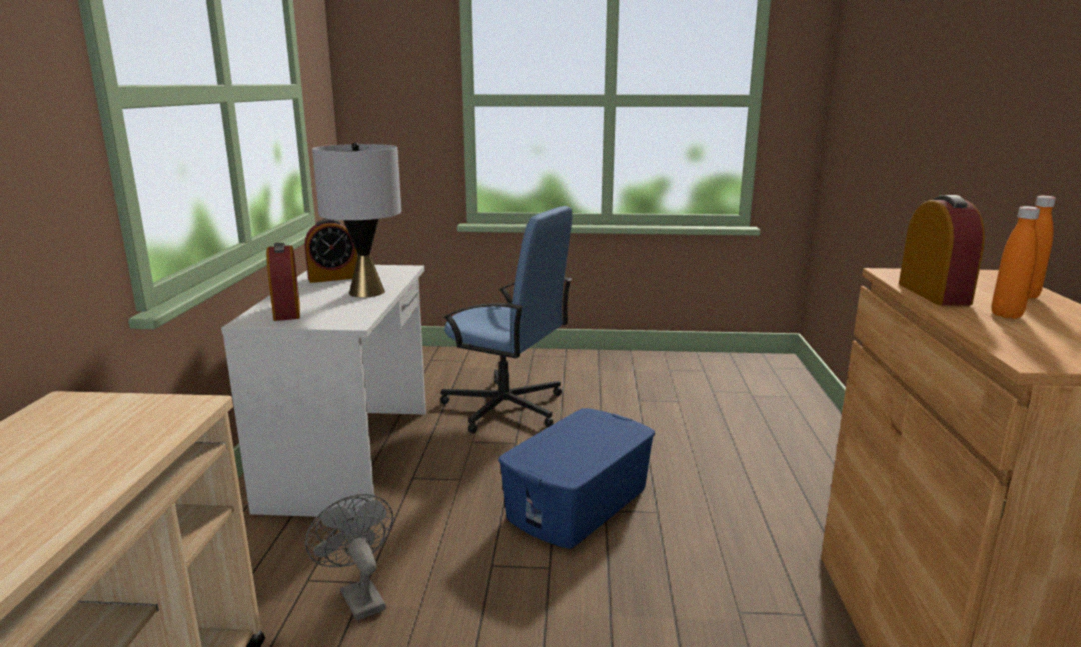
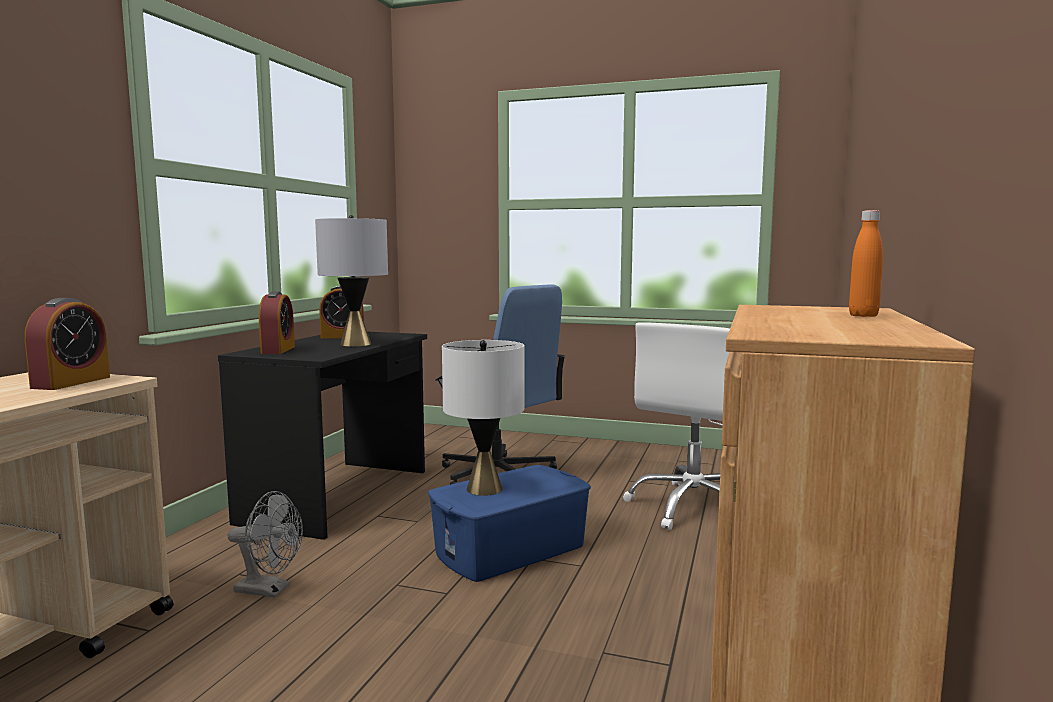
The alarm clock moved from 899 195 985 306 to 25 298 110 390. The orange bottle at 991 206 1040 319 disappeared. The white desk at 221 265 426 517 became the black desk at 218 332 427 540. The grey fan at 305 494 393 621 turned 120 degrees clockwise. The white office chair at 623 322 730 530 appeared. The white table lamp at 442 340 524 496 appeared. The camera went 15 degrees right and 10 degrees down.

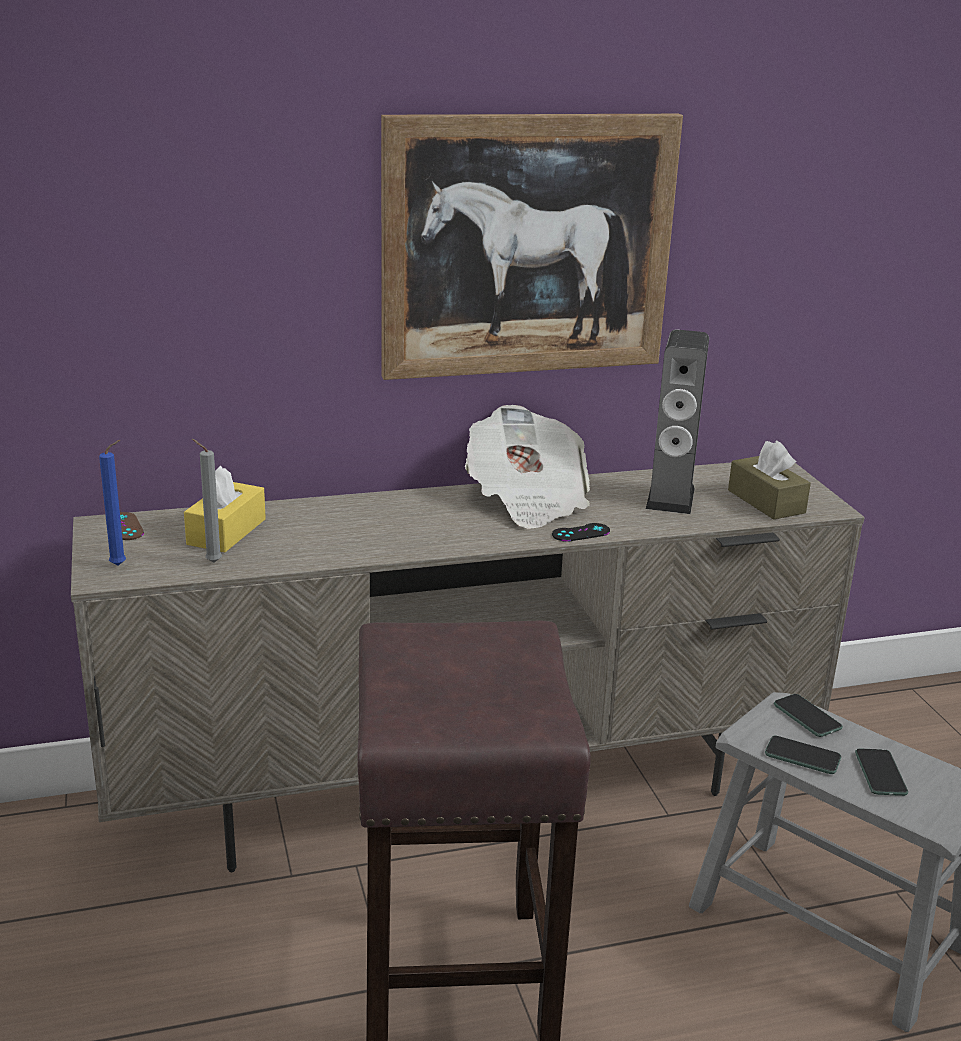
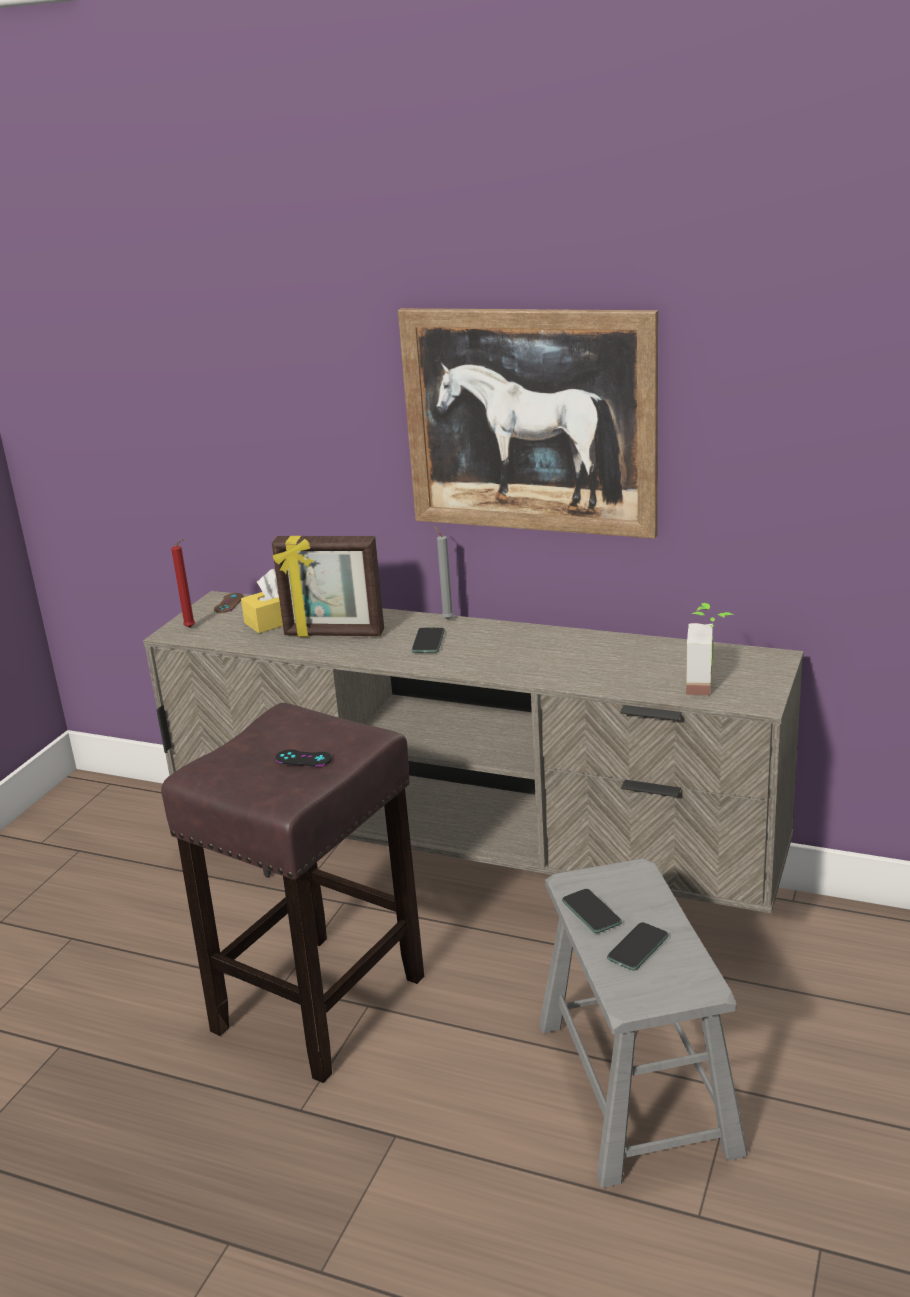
The speaker at 646 329 709 514 disappeared. The newspaper at 465 405 590 529 disappeared. The grey candle moved from 192 439 222 562 to 434 526 454 619. The blue candle at 99 440 126 566 became the red candle at 171 538 195 628. The brown tissue box at 728 441 811 520 was replaced by the potted plant at 686 603 733 695. The black game controller moved from 552 523 610 542 to 275 749 332 767. The phone moved from 774 694 843 737 to 412 627 445 653. The picture frame at 272 536 384 637 appeared. The camera went 40 degrees right and 0 degrees up.

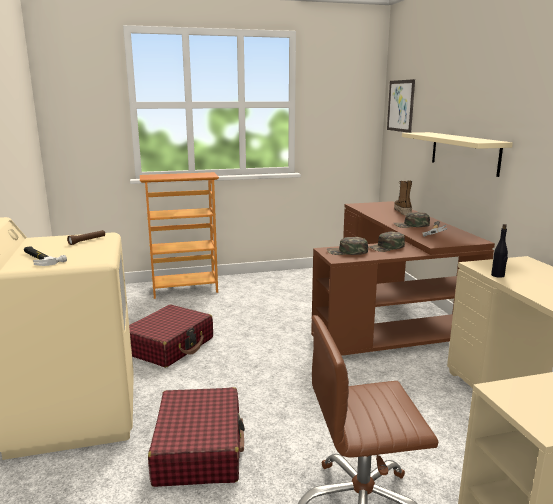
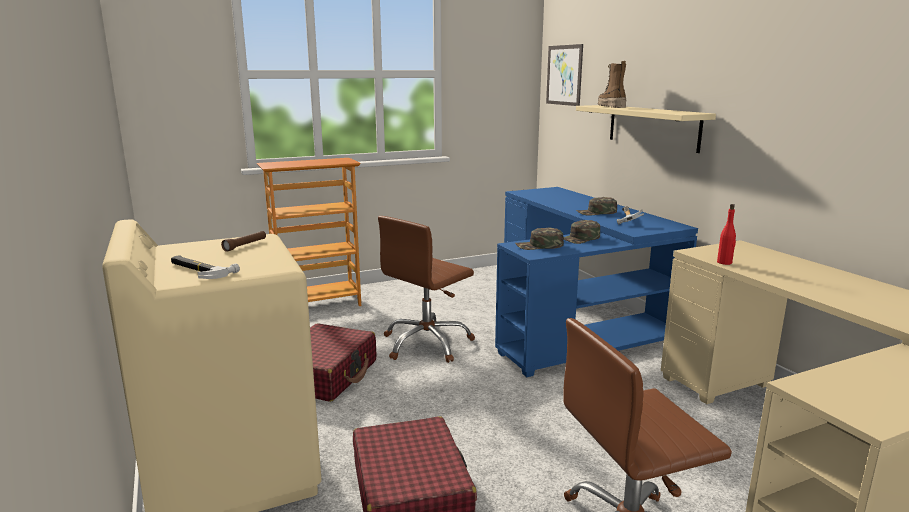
The boot moved from 394 180 412 215 to 598 61 626 108. The brown desk at 311 201 495 356 became the blue desk at 495 187 698 377. The black bottle at 491 224 508 278 became the red bottle at 717 204 736 265. The brown office chair at 378 216 475 363 appeared. The camera went 10 degrees left and 0 degrees up.

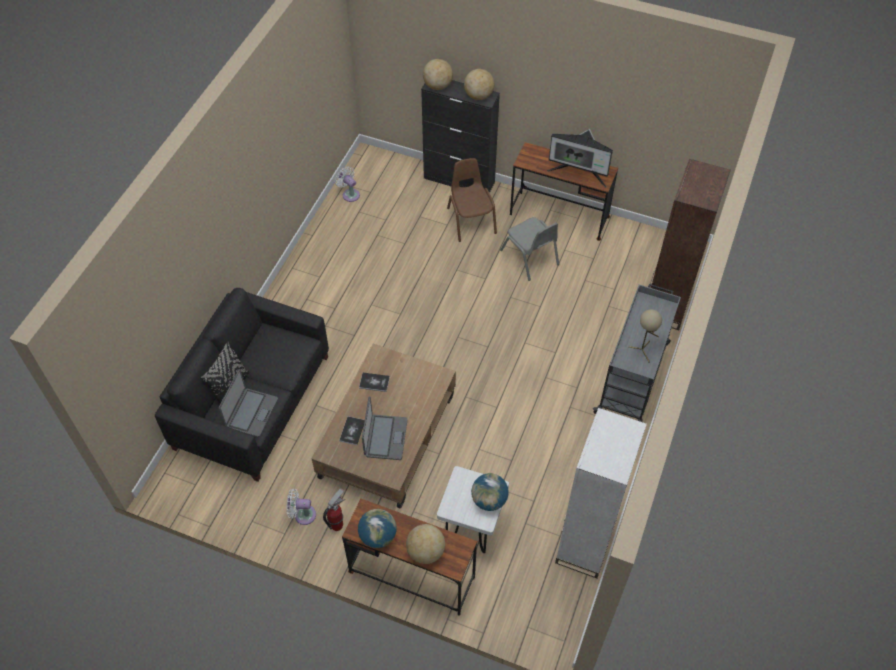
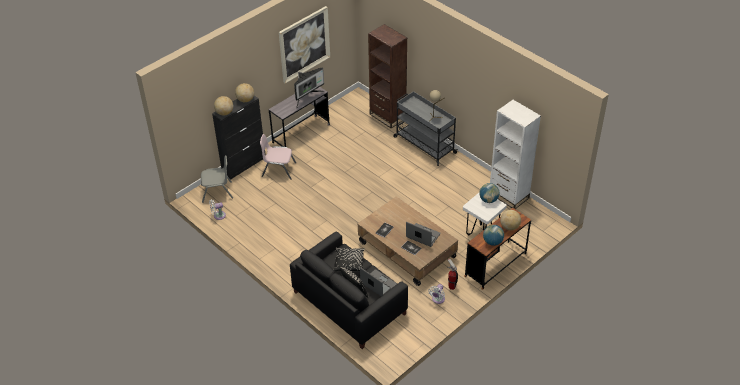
The brown desk at 510 142 618 241 became the grey desk at 269 87 330 147. The brown chair at 447 158 497 242 became the pink chair at 260 134 296 180. The grey chair moved from 500 217 559 281 to 201 155 233 203. The picture at 279 6 330 84 appeared. The black pillow at 333 248 365 271 appeared. The camera went 65 degrees left and 10 degrees down.

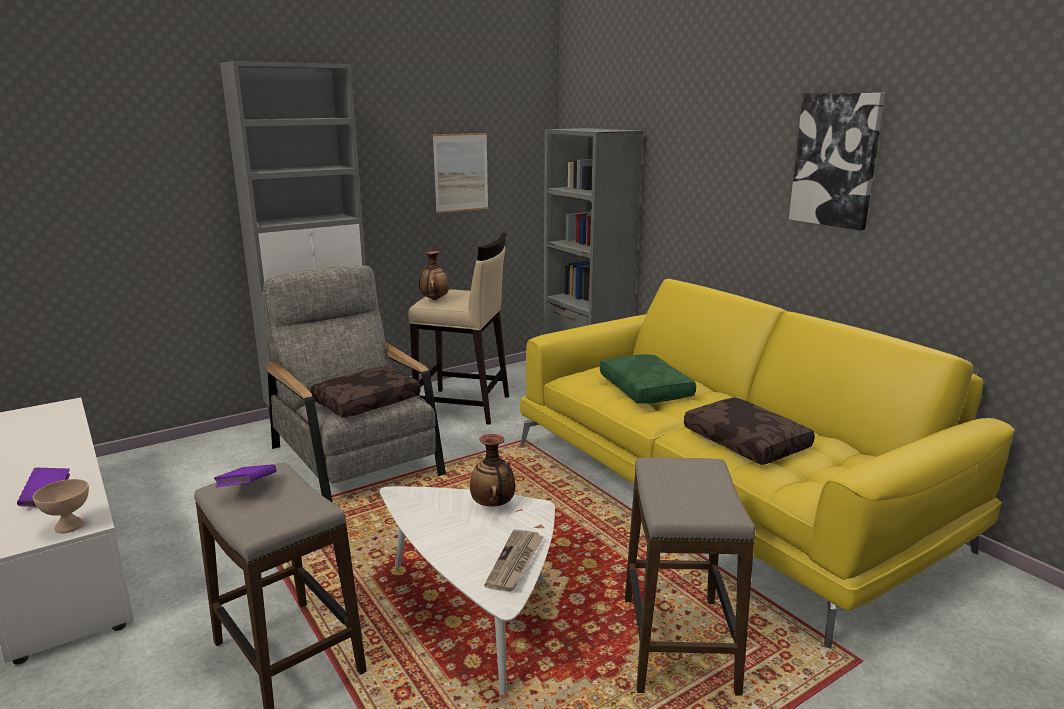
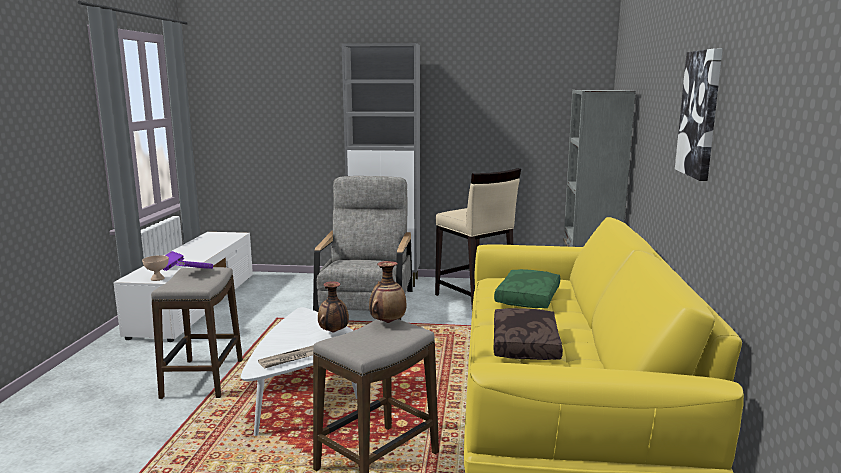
The picture at 433 133 488 213 disappeared. The vase moved from 419 251 449 300 to 369 261 407 323. The brown pillow at 311 366 421 418 disappeared. The camera went 40 degrees right and 5 degrees down.

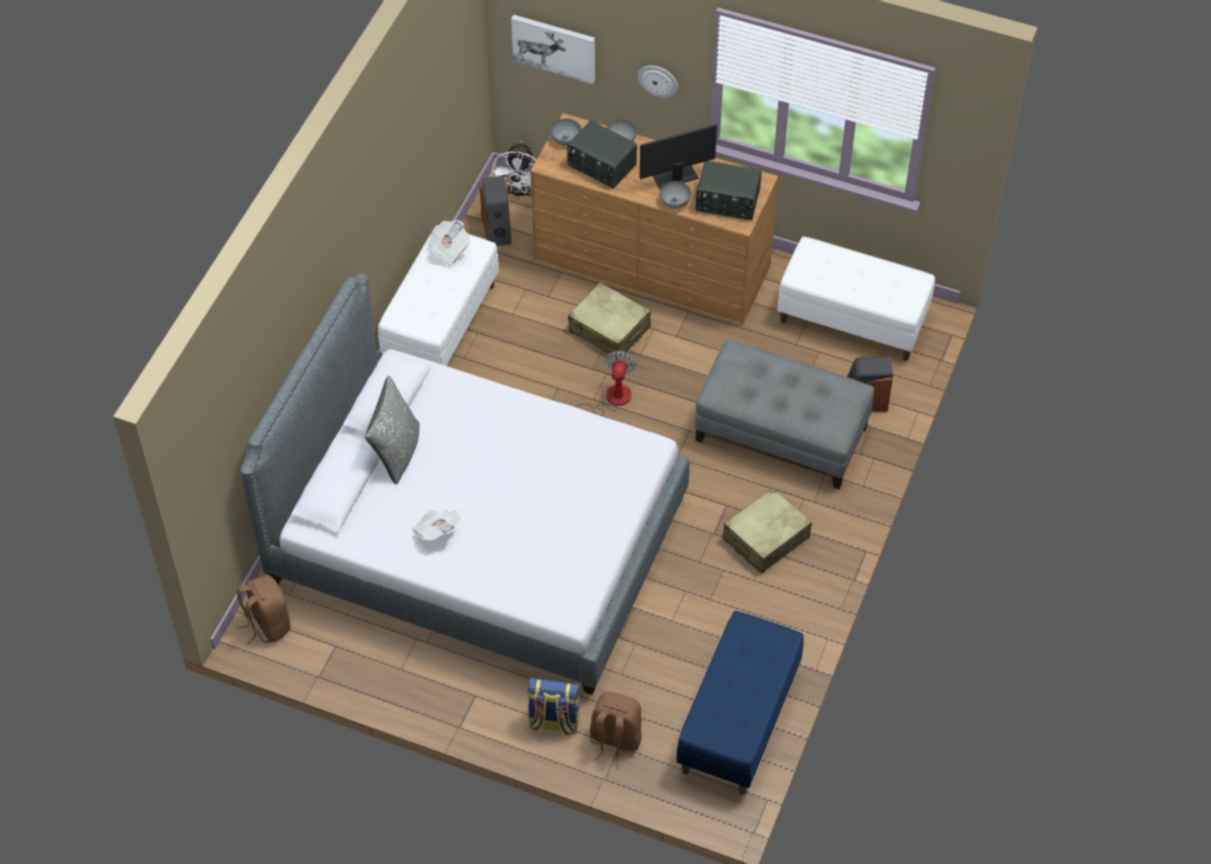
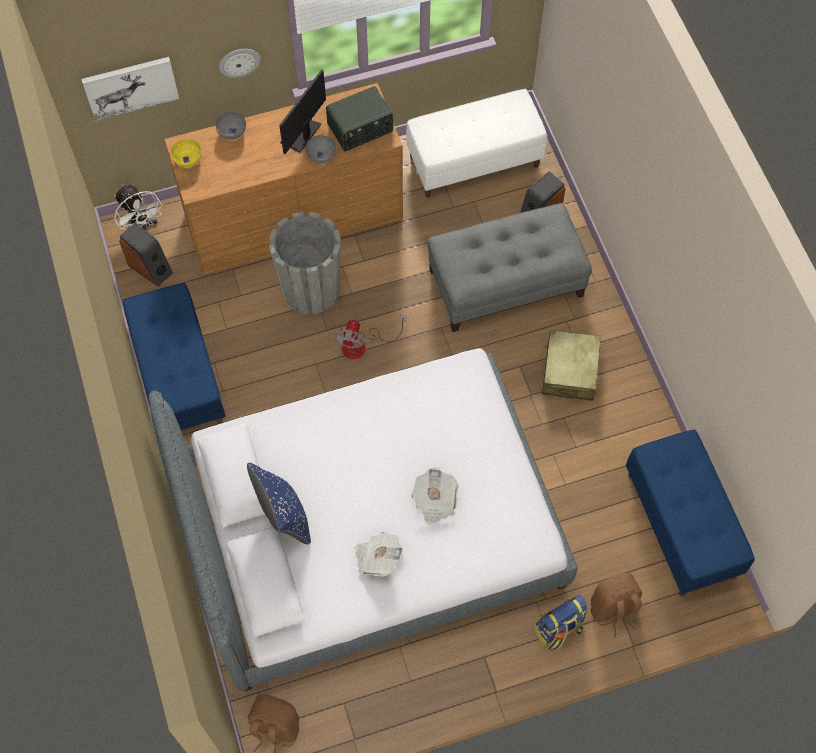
The grey bowl at 550 119 581 146 became the yellow bowl at 171 139 202 168. The radio at 567 120 637 188 disappeared. The newspaper moved from 426 220 470 267 to 412 467 459 524. The white bench at 378 225 499 366 became the blue bench at 123 283 226 430. The beige suitcase at 568 283 651 357 was replaced by the grey planter at 269 211 341 315. The fan at 570 351 637 416 turned 135 degrees counterclockwise. The grey pillow at 365 376 420 484 became the blue pillow at 247 462 311 544. The camera went 40 degrees left and 10 degrees up.

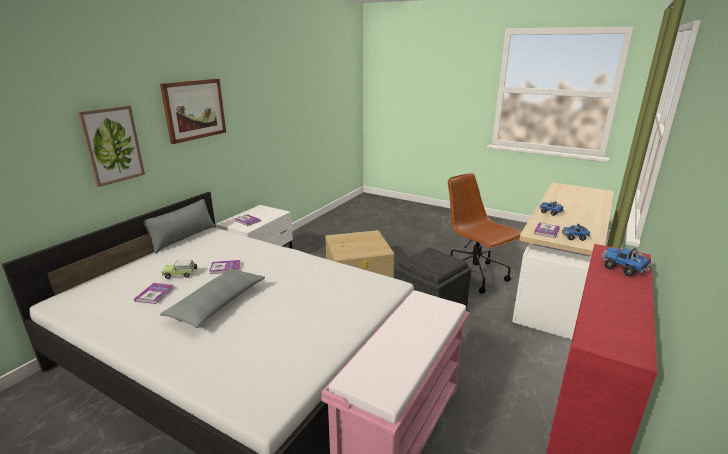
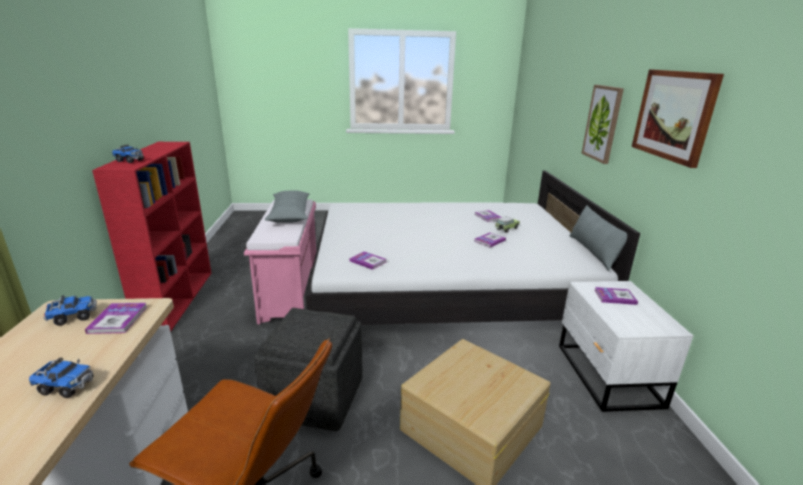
The grey pillow moved from 160 268 265 328 to 265 190 309 222. The book at 349 251 386 270 appeared. The camera went 145 degrees right and 0 degrees up.

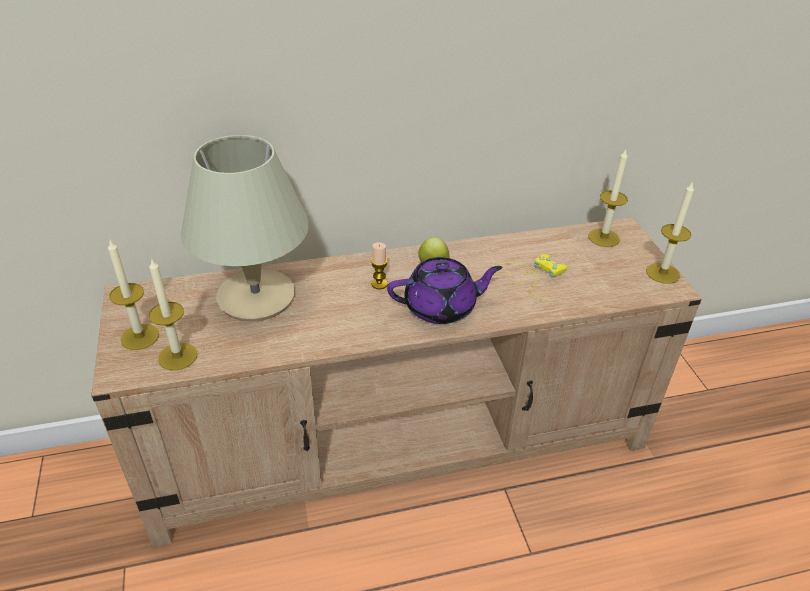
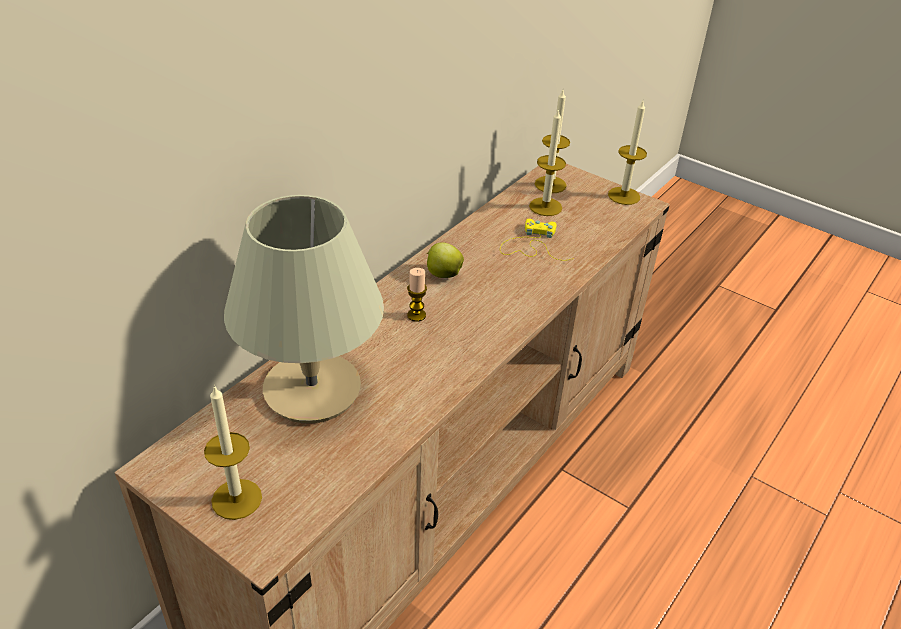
The candle moved from 149 257 197 371 to 529 108 566 216. The purple teapot at 387 257 503 324 disappeared. The camera went 40 degrees left and 0 degrees up.

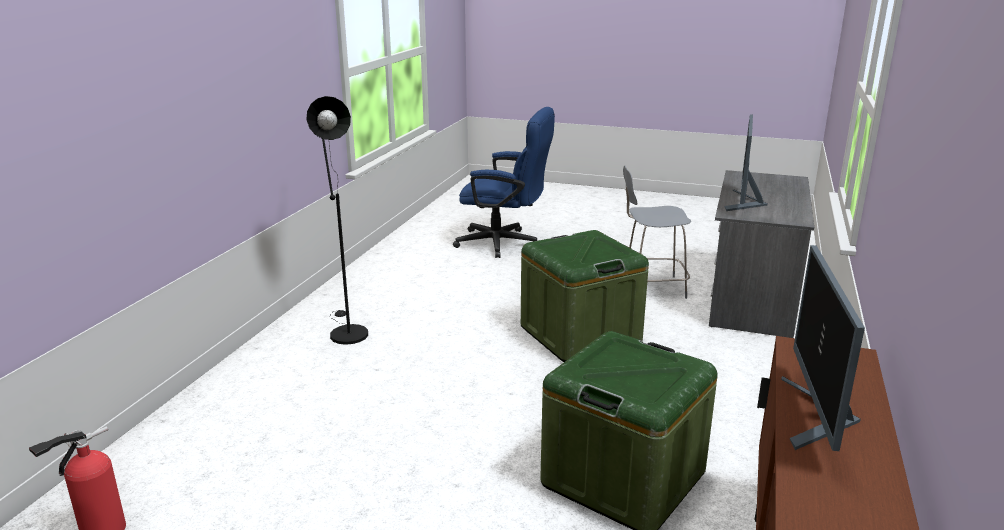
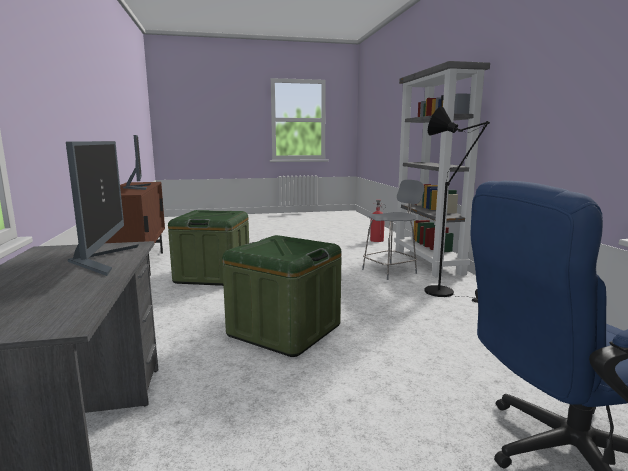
The grey chair moved from 623 166 691 299 to 362 180 424 280. The grey bookcase at 394 61 490 277 appeared. The camera went 150 degrees right and 10 degrees down.

